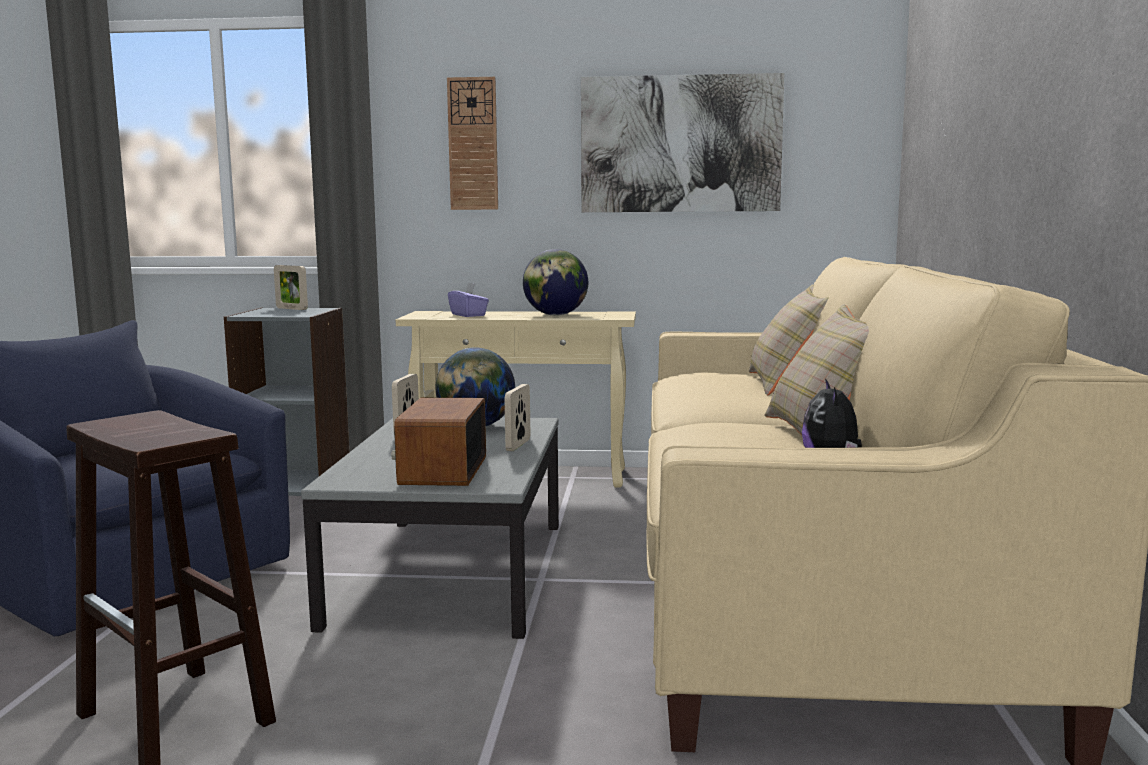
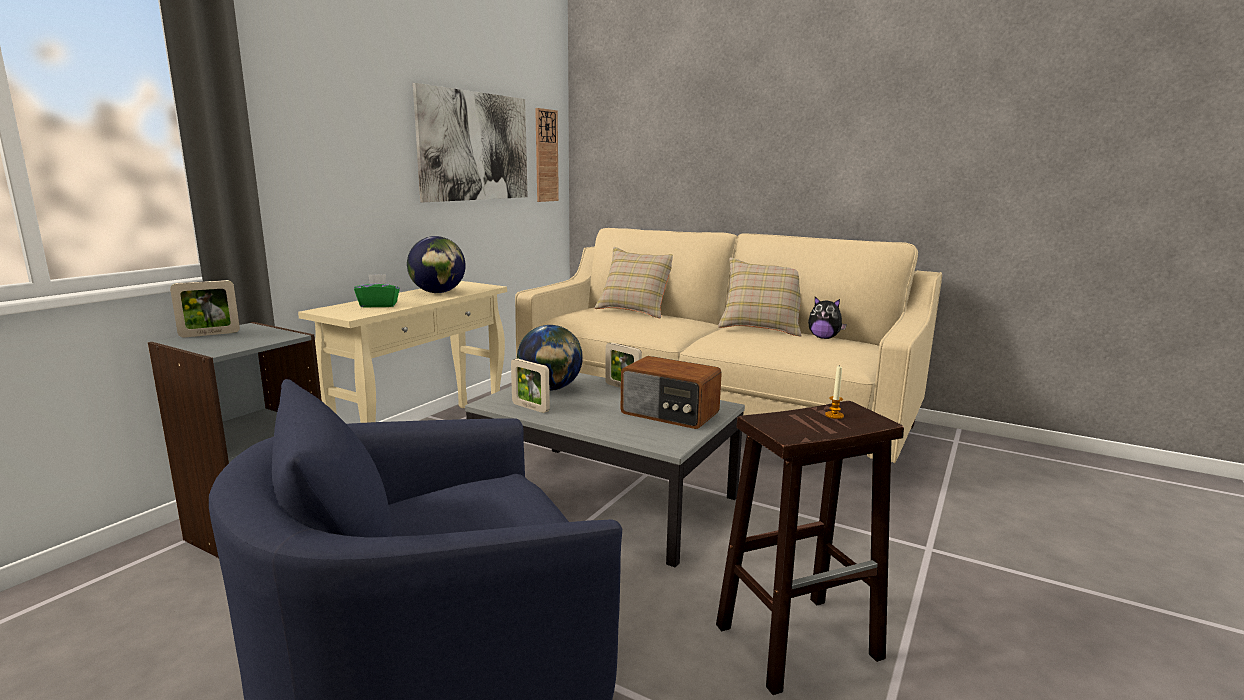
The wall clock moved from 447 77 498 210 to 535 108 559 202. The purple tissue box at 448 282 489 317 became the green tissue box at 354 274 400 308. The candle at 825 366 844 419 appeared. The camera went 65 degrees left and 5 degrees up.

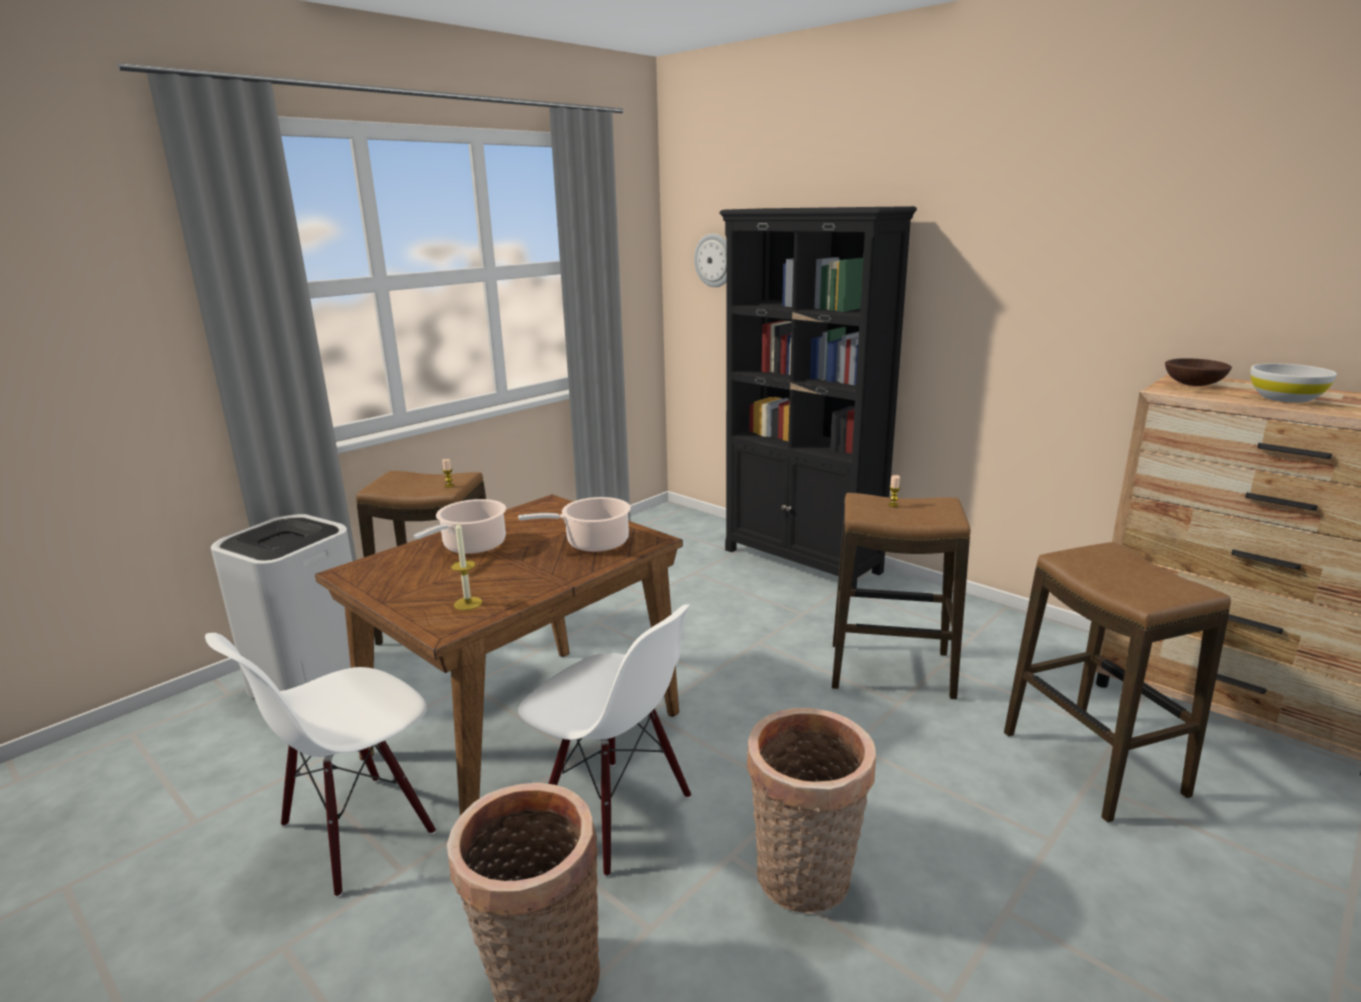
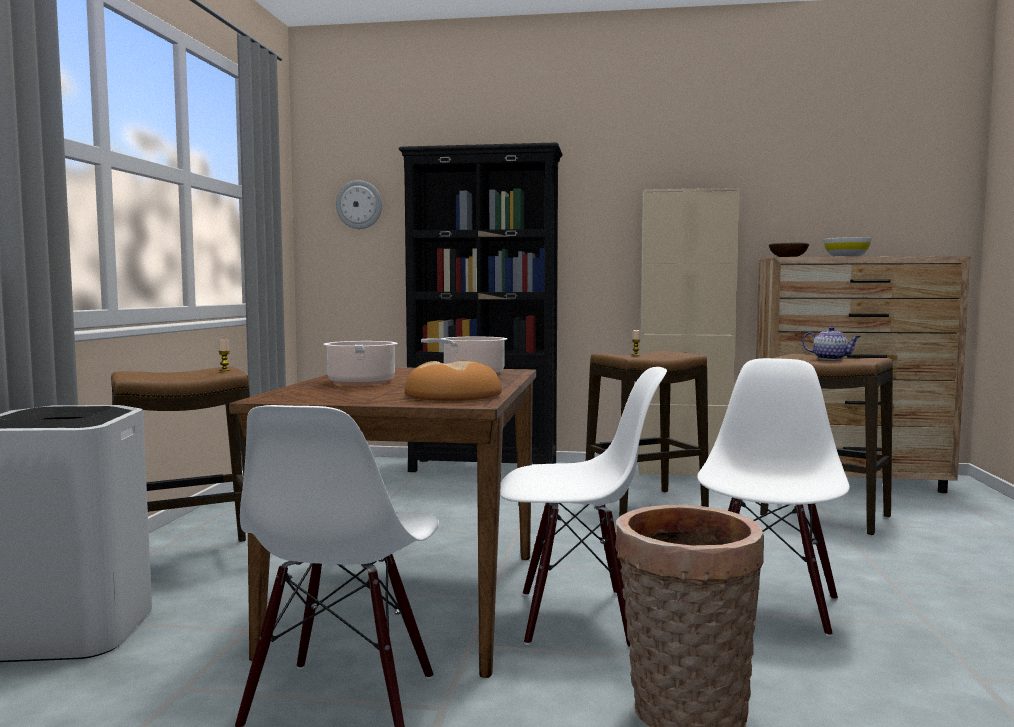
The candle at 451 520 482 610 was replaced by the bread at 405 361 502 401. The basket at 747 708 876 913 was replaced by the white chair at 697 358 850 637. The beige cabinet at 638 188 740 476 appeared. The teapot at 802 327 861 360 appeared. The camera went 35 degrees left and 15 degrees down.

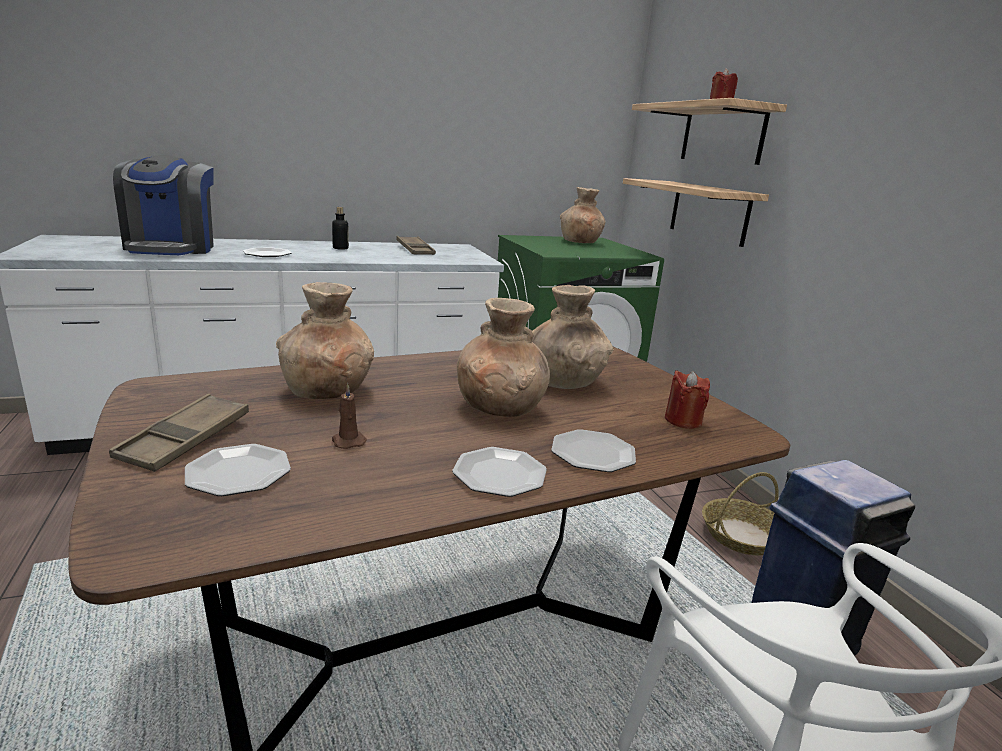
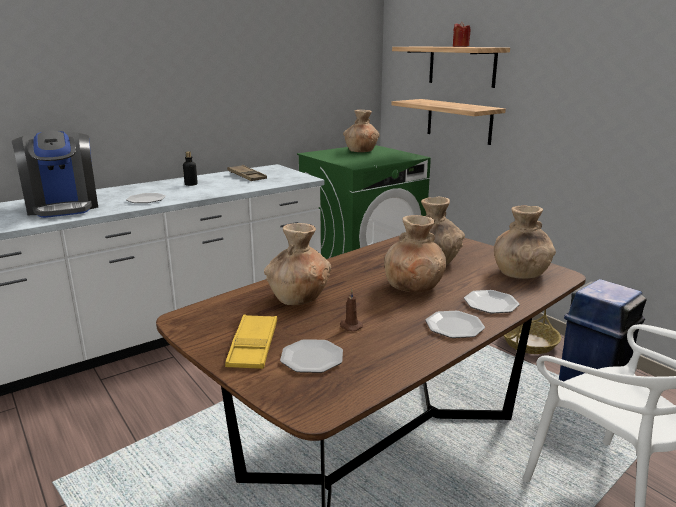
The red candle at 665 371 710 429 was replaced by the brown vase at 494 205 556 279. The brown tray at 109 394 249 472 became the yellow tray at 225 314 277 369. The camera went 15 degrees left and 0 degrees up.

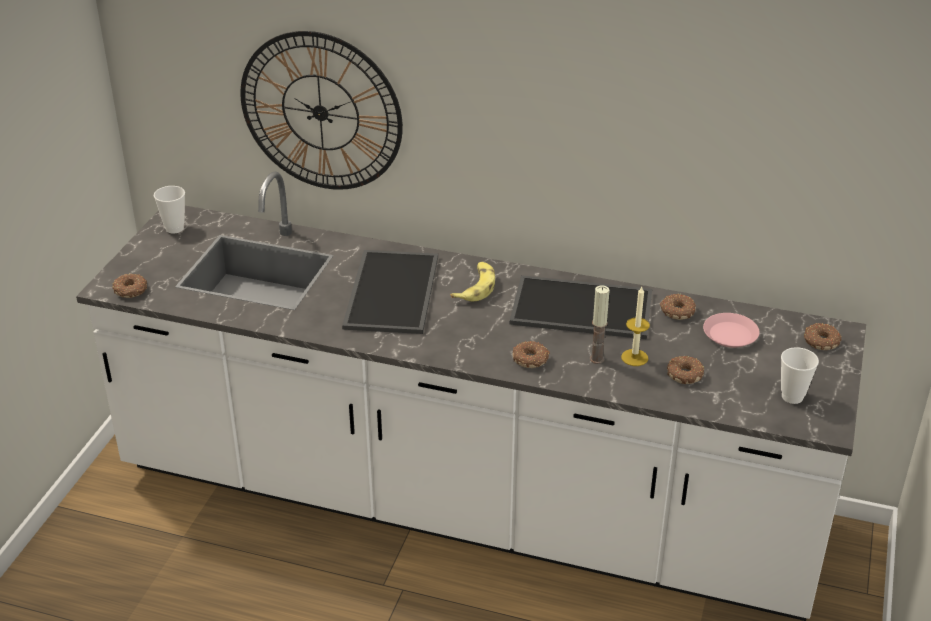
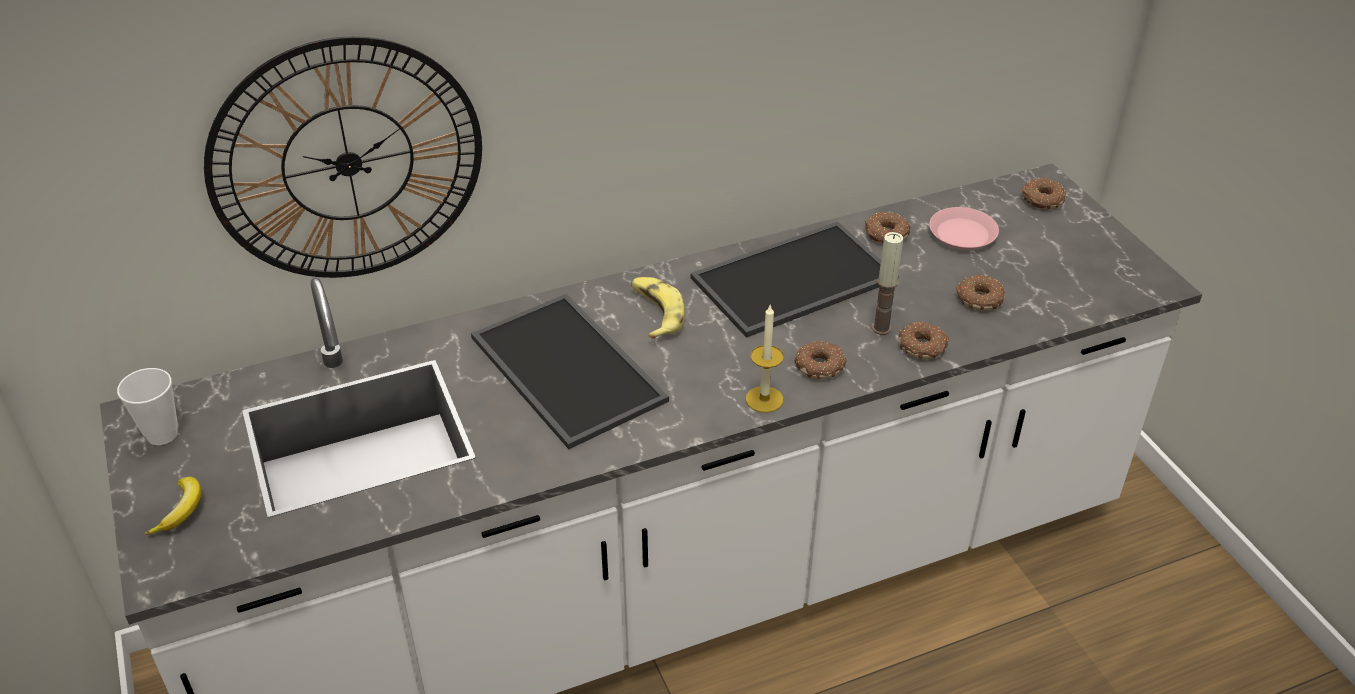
The donut moved from 112 274 147 298 to 899 322 950 359. The candle moved from 621 287 650 366 to 746 305 784 413. The cup at 781 347 819 404 disappeared. The banana at 145 477 202 535 appeared. The camera went 40 degrees left and 5 degrees up.

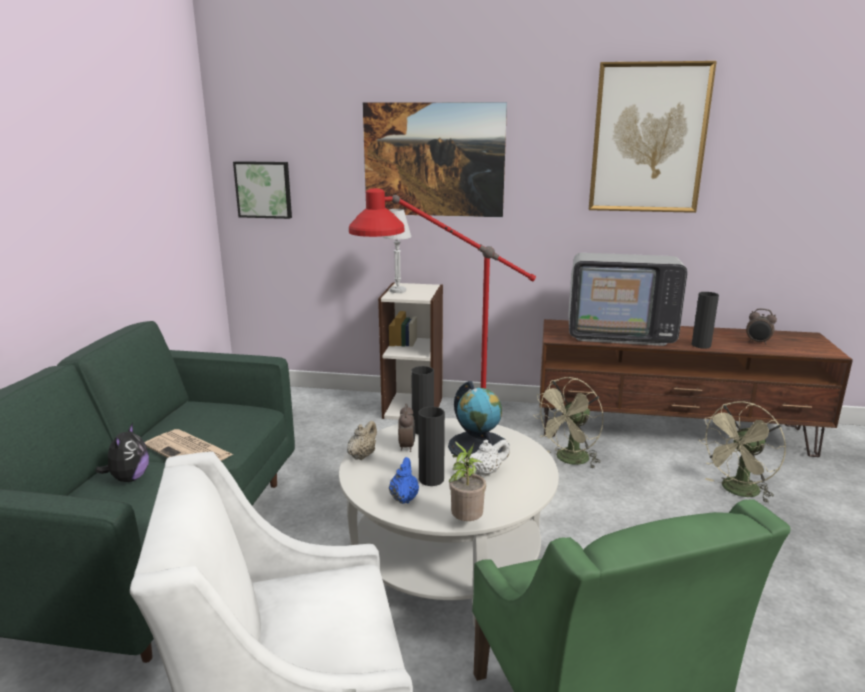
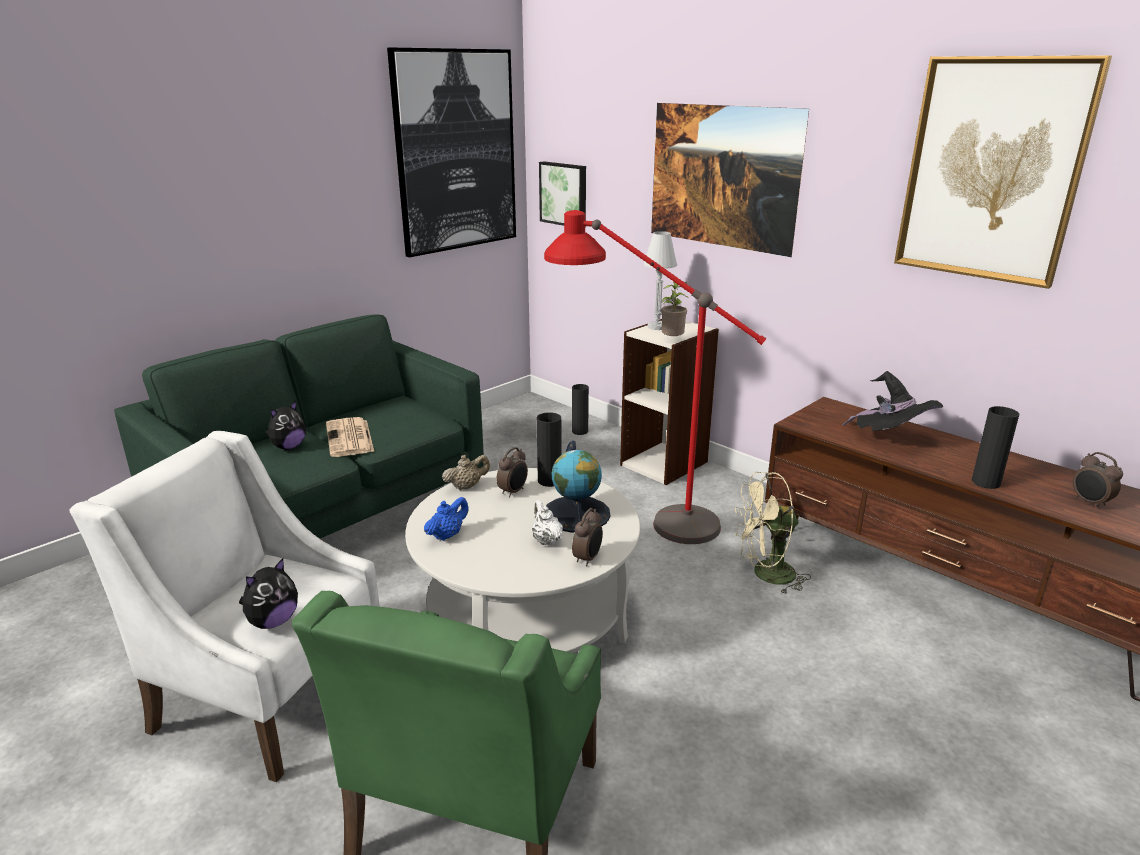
The television at 569 253 688 346 was replaced by the black hat at 842 371 943 431. The beige fan at 699 401 786 503 disappeared. The black vase moved from 418 407 445 486 to 572 384 589 435. The white teapot at 464 440 510 476 turned 120 degrees counterclockwise. The potted plant moved from 448 441 486 521 to 661 281 687 336. The picture at 387 48 516 257 appeared. The alarm clock at 572 508 603 566 appeared. The plush toy at 239 558 298 629 appeared. The camera went 35 degrees right and 5 degrees up.

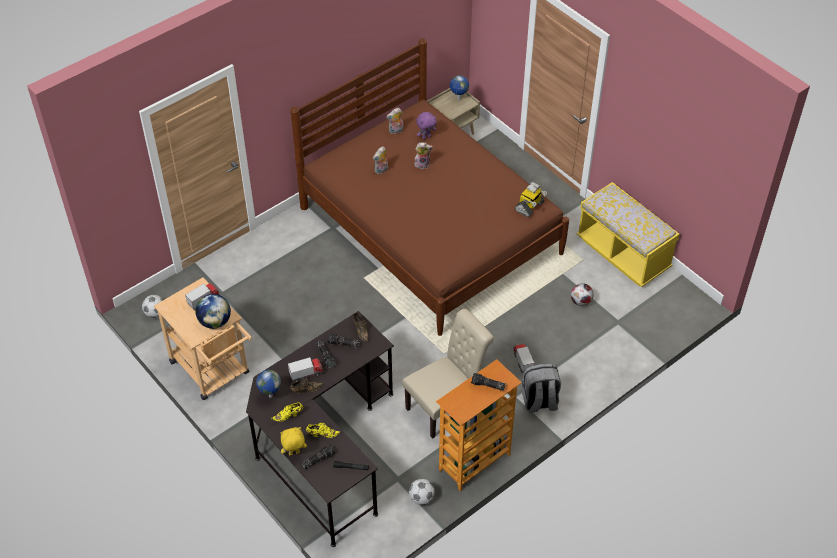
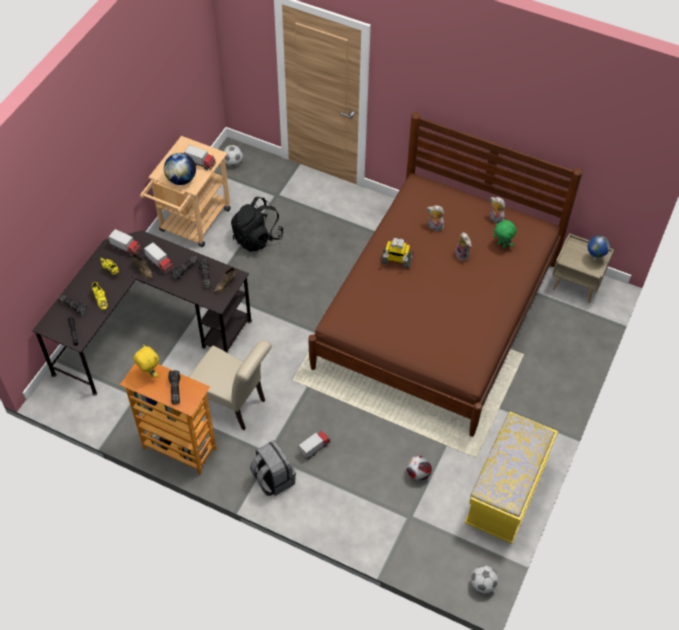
The purple plush toy at 416 112 437 139 became the green plush toy at 493 220 517 248. The toy robot moved from 515 182 547 217 to 381 238 413 268. The globe at 256 370 281 398 was replaced by the toy truck at 108 229 142 256. The yellow plush toy moved from 280 427 307 455 to 133 344 159 378. The football moved from 409 479 435 505 to 471 565 498 593. The black backpack at 231 197 284 252 appeared. The camera went 65 degrees right and 5 degrees up.

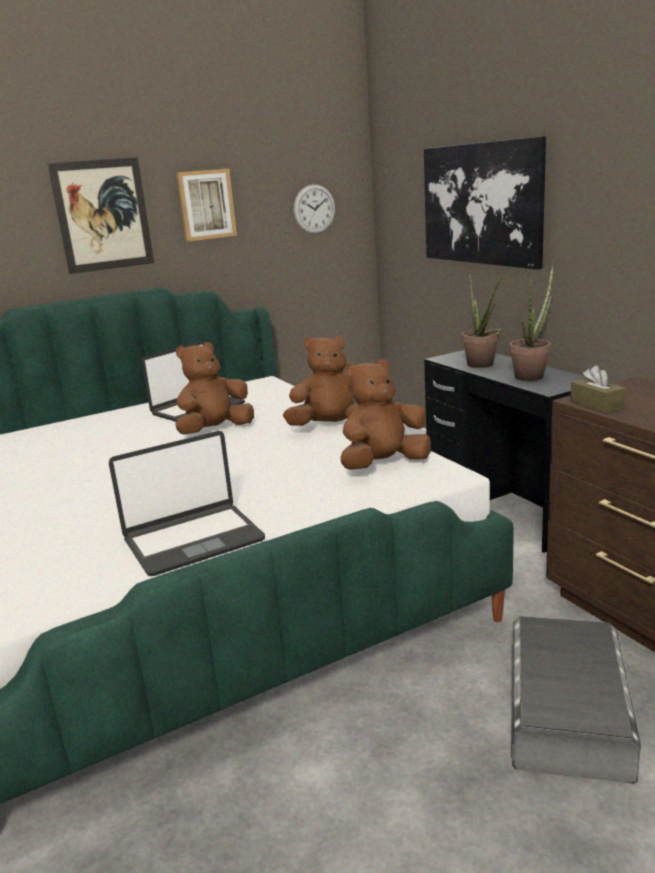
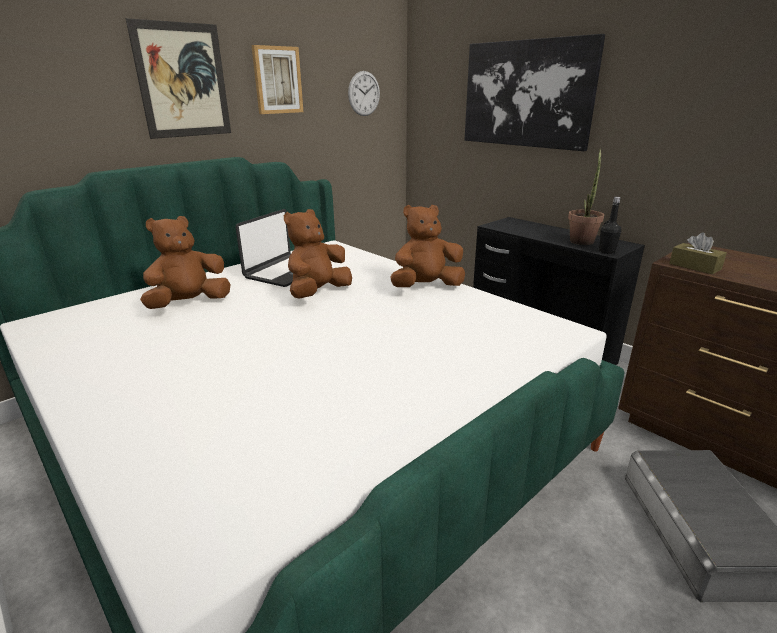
The potted plant at 461 269 503 368 disappeared. The brown plush toy moved from 340 359 431 470 to 140 216 231 309. The laptop at 109 431 265 576 disappeared. The black bottle at 599 197 621 254 appeared. The camera went 15 degrees left and 5 degrees up.

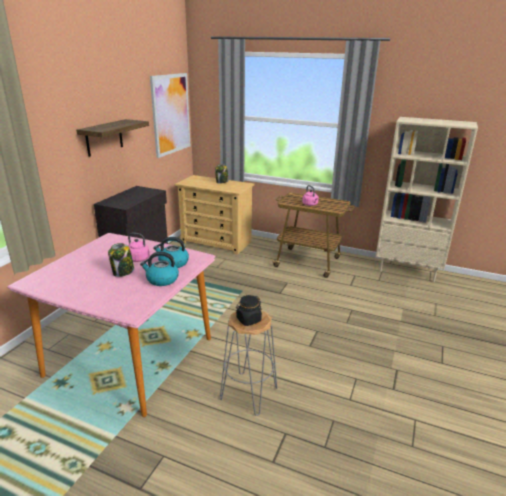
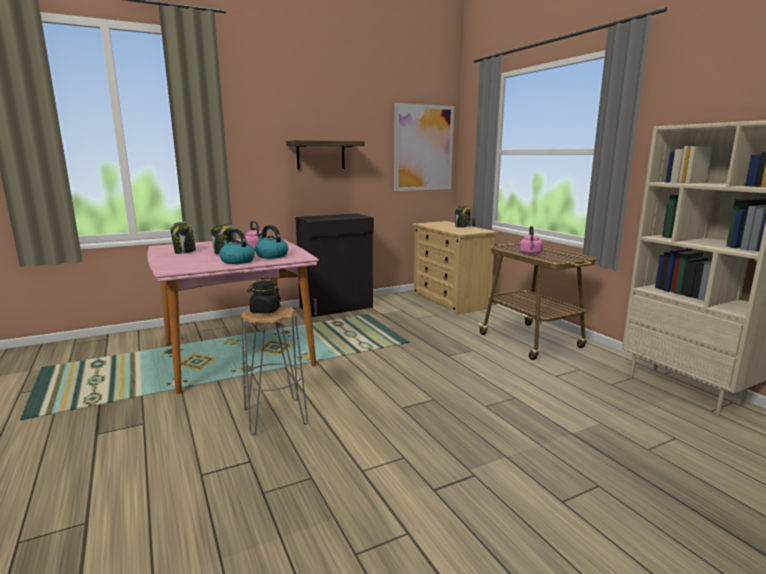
The jar at 170 222 196 254 appeared. The camera went 40 degrees right and 10 degrees down.

